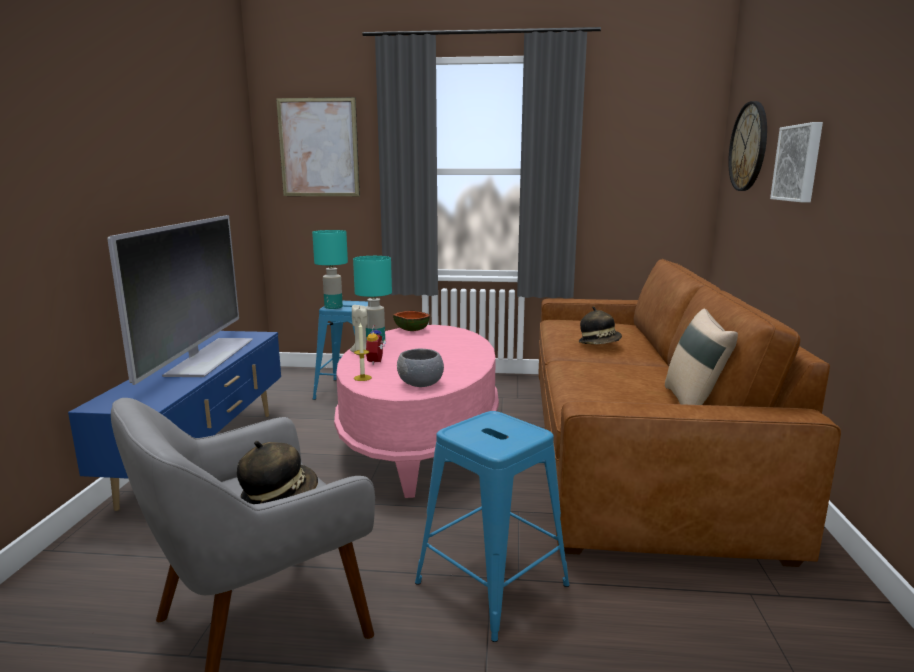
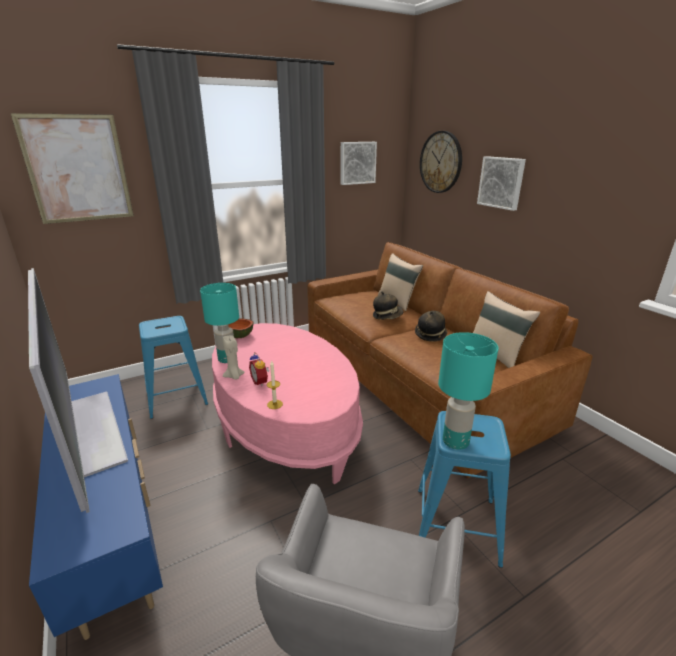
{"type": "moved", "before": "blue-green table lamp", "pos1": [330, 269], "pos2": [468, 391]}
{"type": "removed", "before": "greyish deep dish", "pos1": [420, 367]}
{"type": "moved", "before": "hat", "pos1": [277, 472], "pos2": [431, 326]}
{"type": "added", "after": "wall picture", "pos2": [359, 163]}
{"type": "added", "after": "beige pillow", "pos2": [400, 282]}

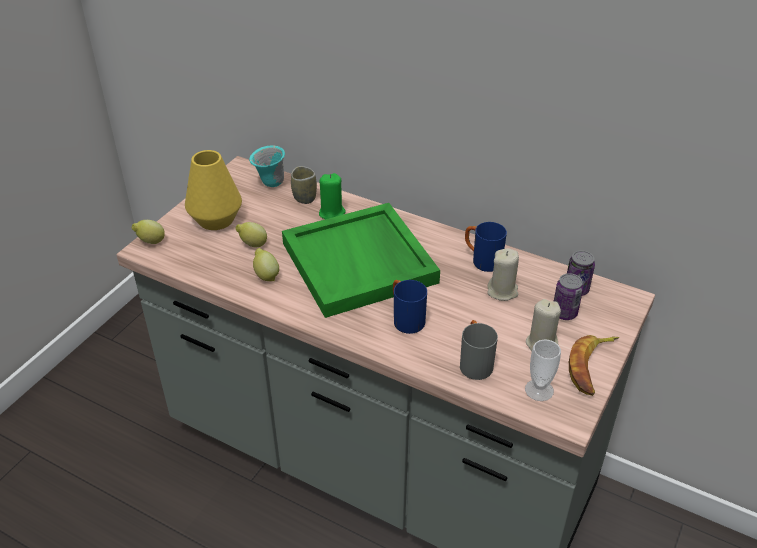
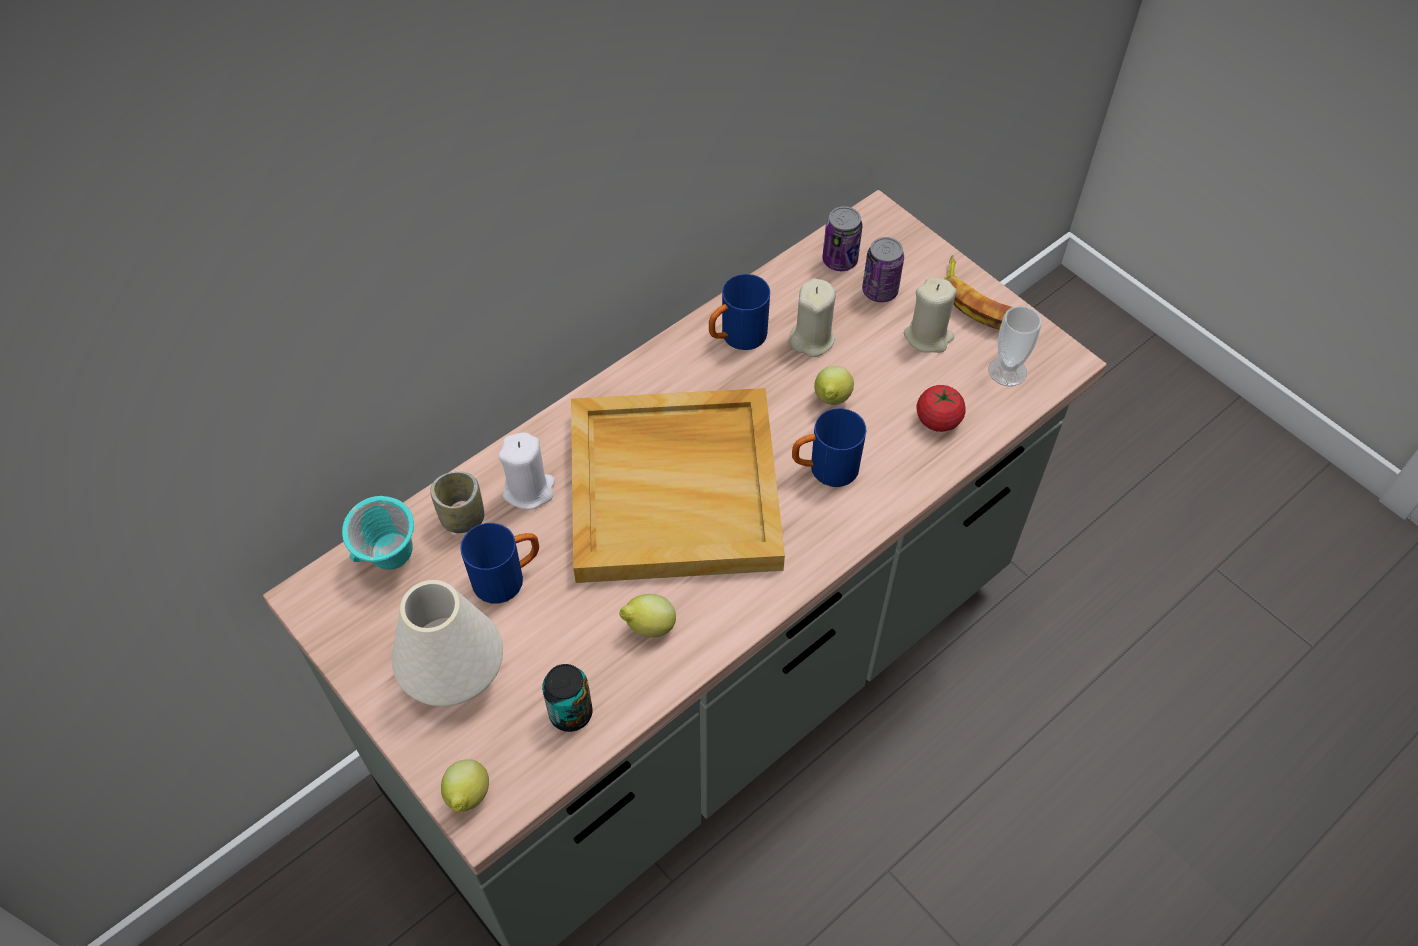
{"type": "recoloured", "before": "yellow decorative vase", "after": "white decorative vase", "pos1": [213, 190], "pos2": [447, 643]}
{"type": "recoloured", "before": "green candle", "after": "white candle", "pos1": [332, 196], "pos2": [526, 471]}
{"type": "recoloured", "before": "green serving tray", "after": "beige serving tray", "pos1": [361, 260], "pos2": [678, 485]}
{"type": "moved", "before": "whole lemon", "pos1": [251, 234], "pos2": [834, 385]}
{"type": "replaced", "before": "greyish tea mug", "after": "whole tomato", "pos1": [479, 350], "pos2": [941, 408]}
{"type": "added", "after": "bluish tea mug", "pos2": [499, 563]}
{"type": "added", "after": "sealed can", "pos2": [567, 698]}

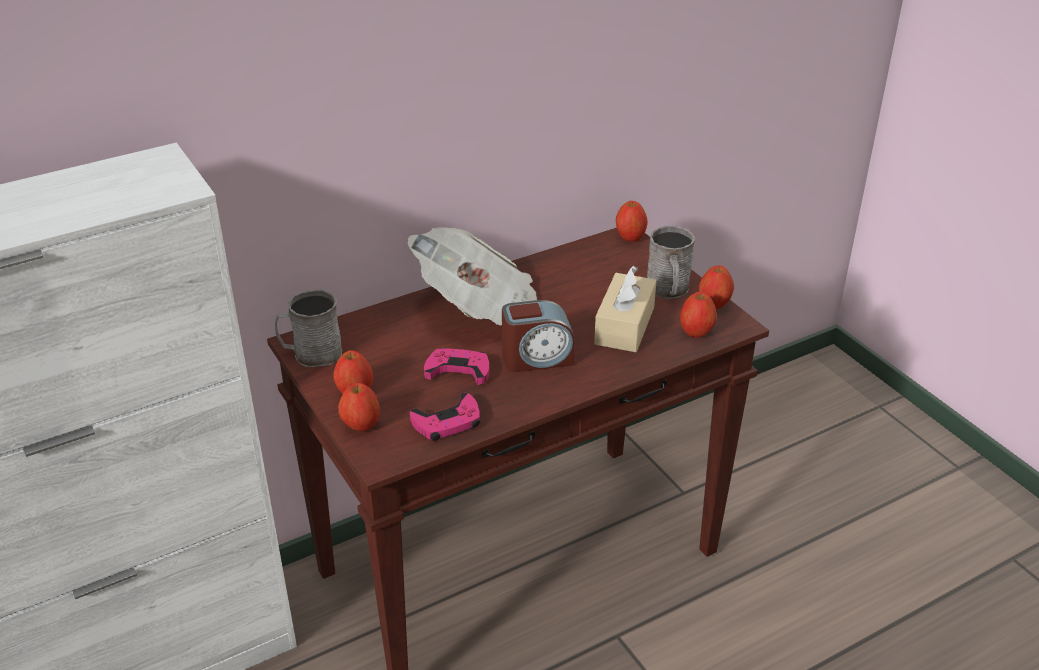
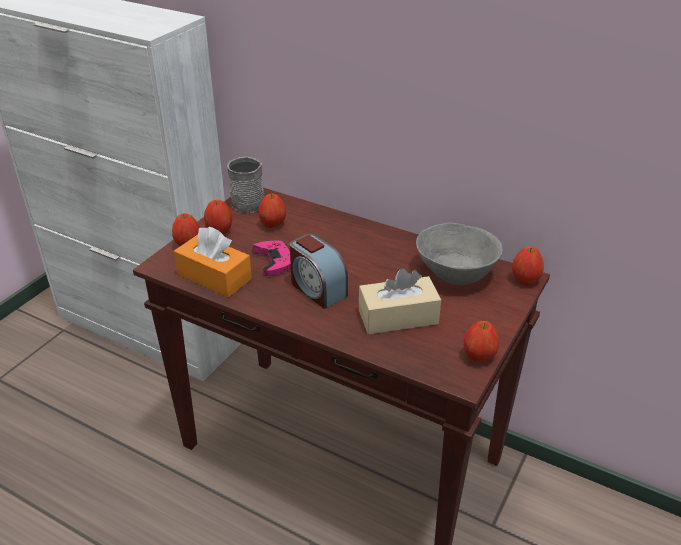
{"type": "removed", "before": "greyish tea mug", "pos1": [671, 262]}
{"type": "removed", "before": "newspaper", "pos1": [472, 276]}
{"type": "moved", "before": "apple", "pos1": [698, 315], "pos2": [272, 211]}
{"type": "replaced", "before": "pink game controller", "after": "orange-coloured box of tissues", "pos1": [445, 417], "pos2": [213, 262]}
{"type": "added", "after": "greyish deep dish", "pos2": [459, 254]}

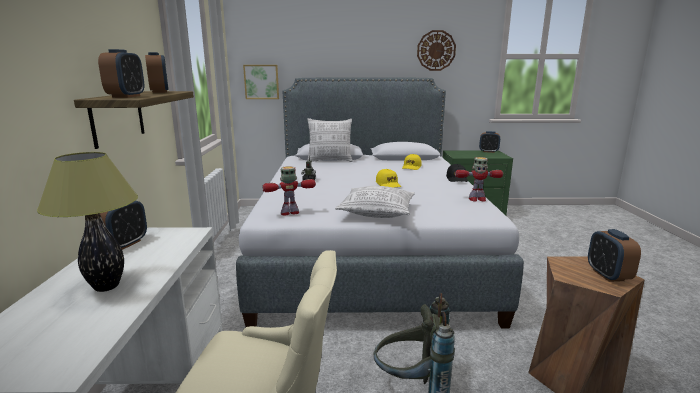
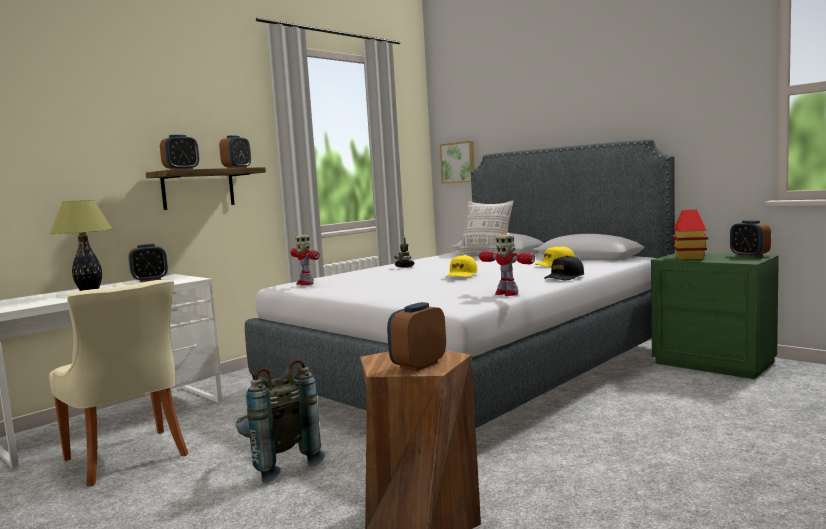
{"type": "removed", "before": "hanging clock", "pos1": [436, 50]}
{"type": "turned", "before": "model robot", "pos1": [289, 191], "pos2": [305, 260], "turn": -150}
{"type": "removed", "before": "pillow", "pos1": [375, 202]}
{"type": "added", "after": "toy house", "pos2": [690, 234]}

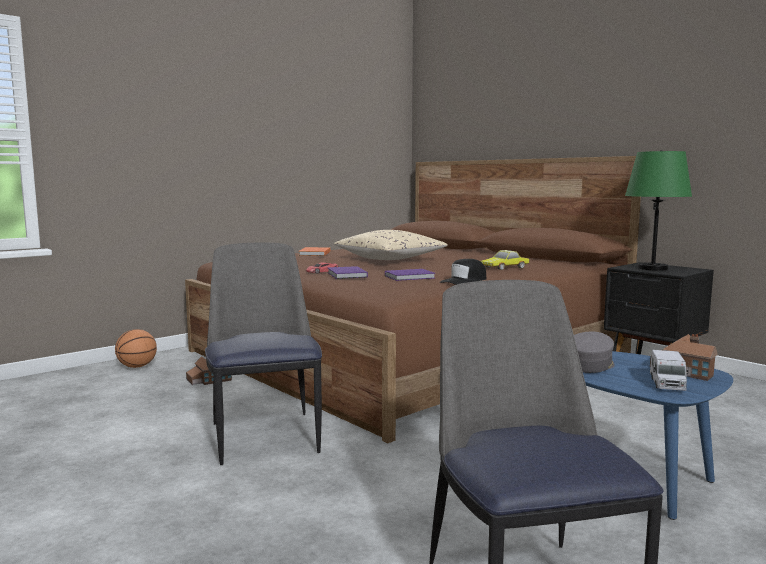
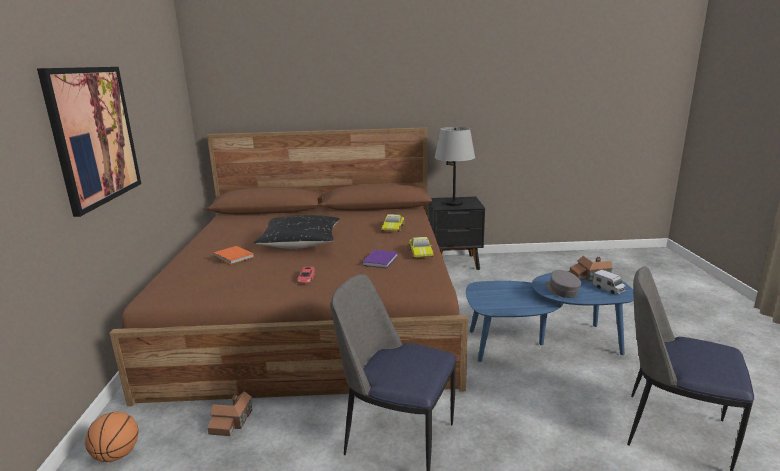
{"type": "recoloured", "before": "green table lamp", "after": "greyish table lamp", "pos1": [658, 210], "pos2": [454, 166]}
{"type": "recoloured", "before": "beige pillow", "after": "blackish pillow", "pos1": [391, 245], "pos2": [296, 232]}
{"type": "replaced", "before": "blackish baseball cap", "after": "model car", "pos1": [463, 272], "pos2": [421, 247]}
{"type": "removed", "before": "purplish volume", "pos1": [347, 272]}
{"type": "added", "after": "wall picture", "pos2": [89, 142]}

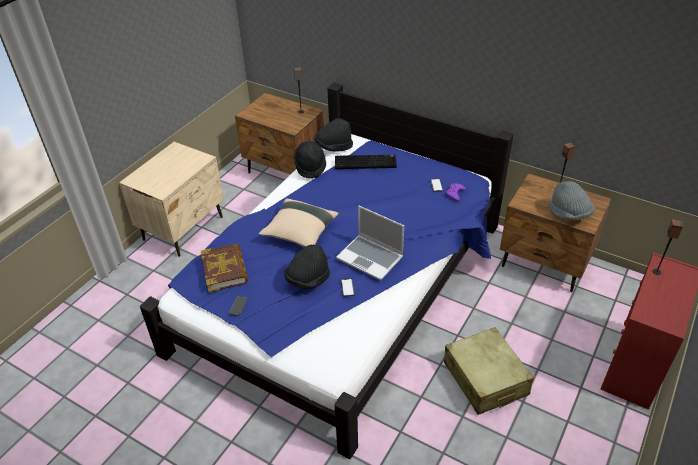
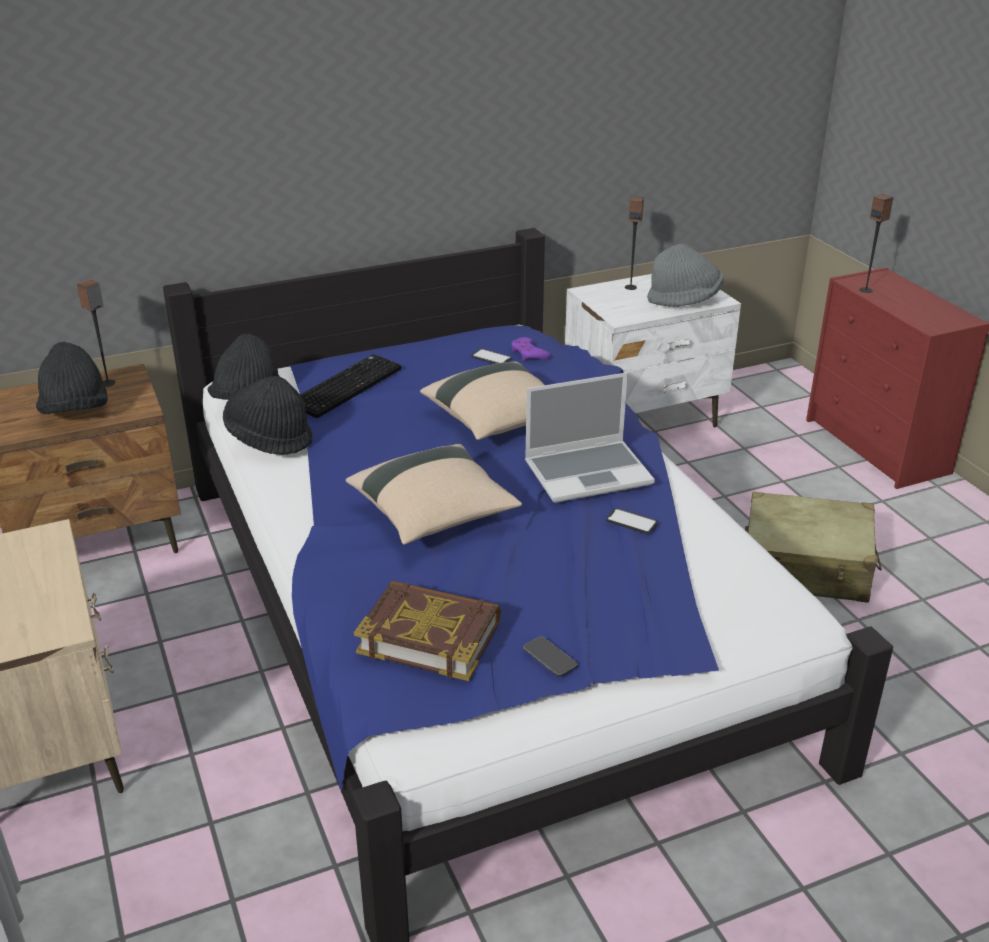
{"type": "recoloured", "before": "brownish bedside table", "after": "white bedside table", "pos1": [555, 232], "pos2": [653, 350]}
{"type": "moved", "before": "blackish hat", "pos1": [307, 266], "pos2": [72, 378]}
{"type": "added", "after": "beige pillow", "pos2": [482, 401]}

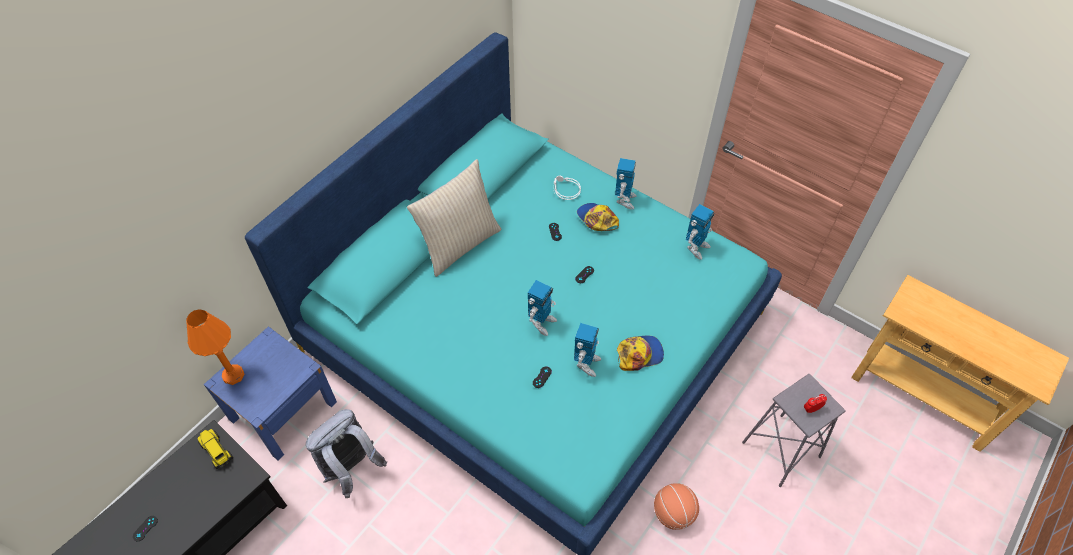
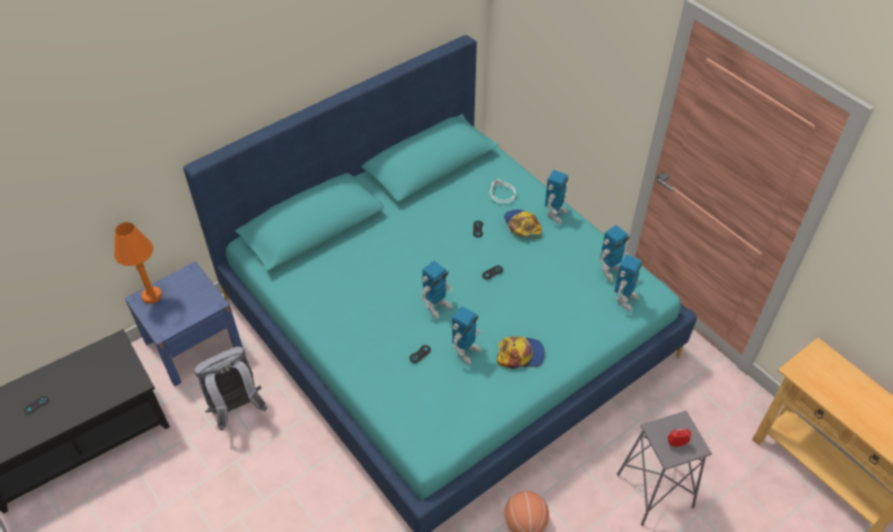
{"type": "removed", "before": "beige pillow", "pos1": [454, 218]}
{"type": "removed", "before": "toy truck", "pos1": [215, 449]}
{"type": "added", "after": "model robot", "pos2": [628, 282]}

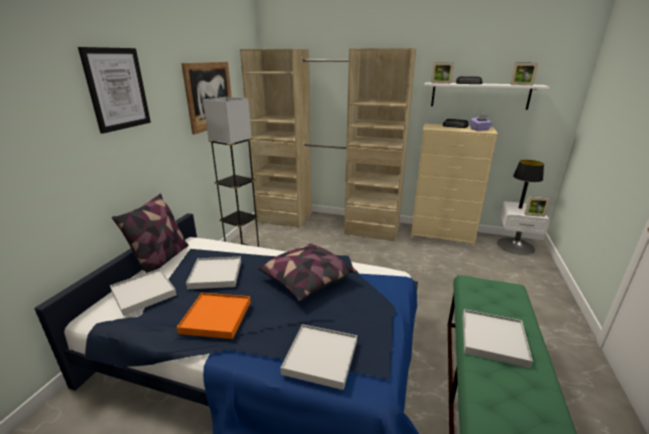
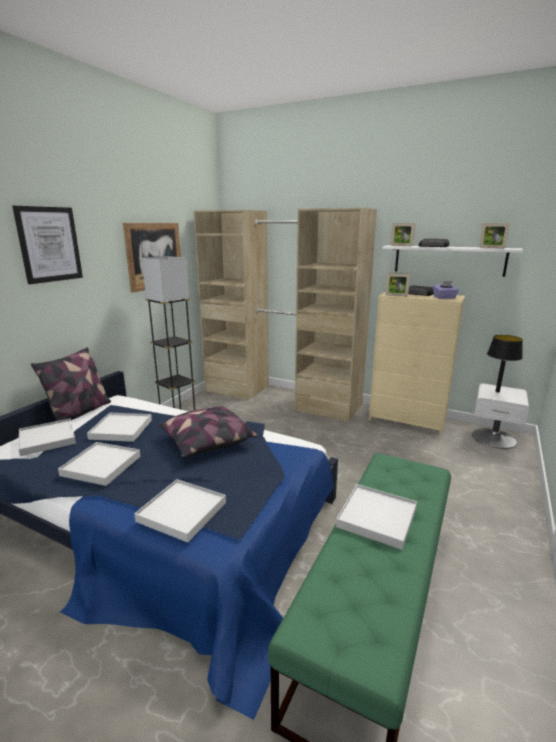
{"type": "moved", "before": "picture frame", "pos1": [537, 207], "pos2": [397, 285]}
{"type": "recoloured", "before": "orange-coloured serving tray", "after": "white serving tray", "pos1": [214, 316], "pos2": [99, 464]}

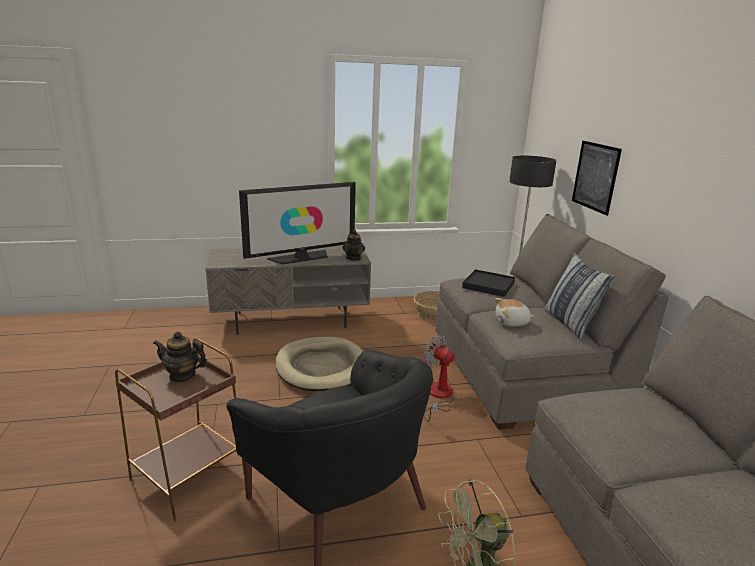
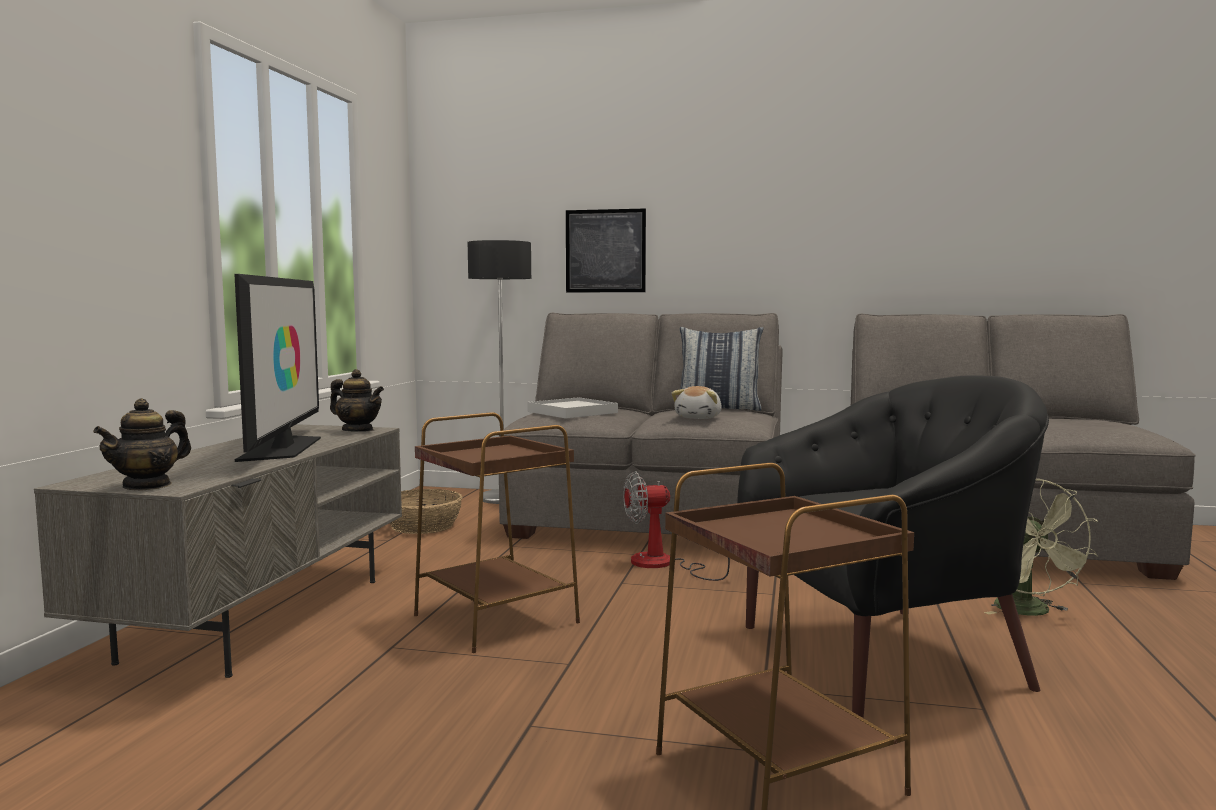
{"type": "recoloured", "before": "blackish serving tray", "after": "white serving tray", "pos1": [488, 283], "pos2": [572, 408]}
{"type": "moved", "before": "pot for tea", "pos1": [180, 356], "pos2": [142, 444]}
{"type": "replaced", "before": "beige dog cushion", "after": "brownish end table", "pos1": [319, 364], "pos2": [497, 532]}

